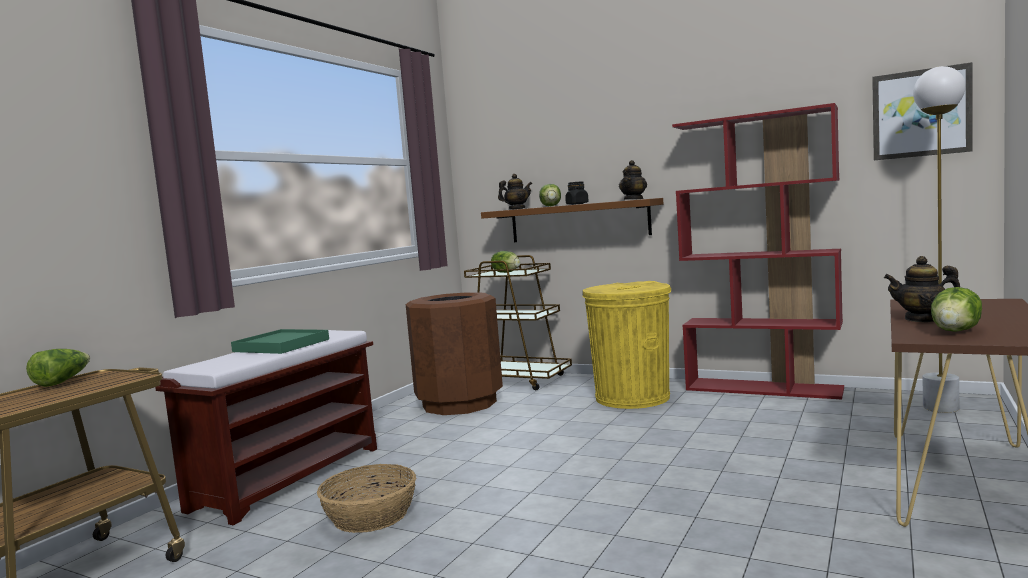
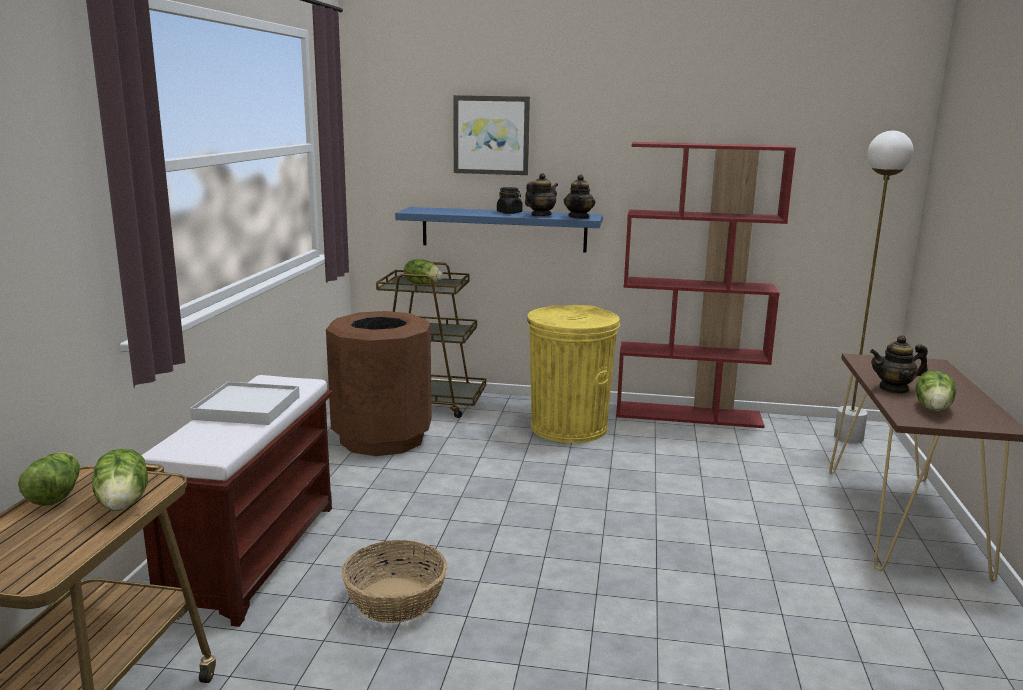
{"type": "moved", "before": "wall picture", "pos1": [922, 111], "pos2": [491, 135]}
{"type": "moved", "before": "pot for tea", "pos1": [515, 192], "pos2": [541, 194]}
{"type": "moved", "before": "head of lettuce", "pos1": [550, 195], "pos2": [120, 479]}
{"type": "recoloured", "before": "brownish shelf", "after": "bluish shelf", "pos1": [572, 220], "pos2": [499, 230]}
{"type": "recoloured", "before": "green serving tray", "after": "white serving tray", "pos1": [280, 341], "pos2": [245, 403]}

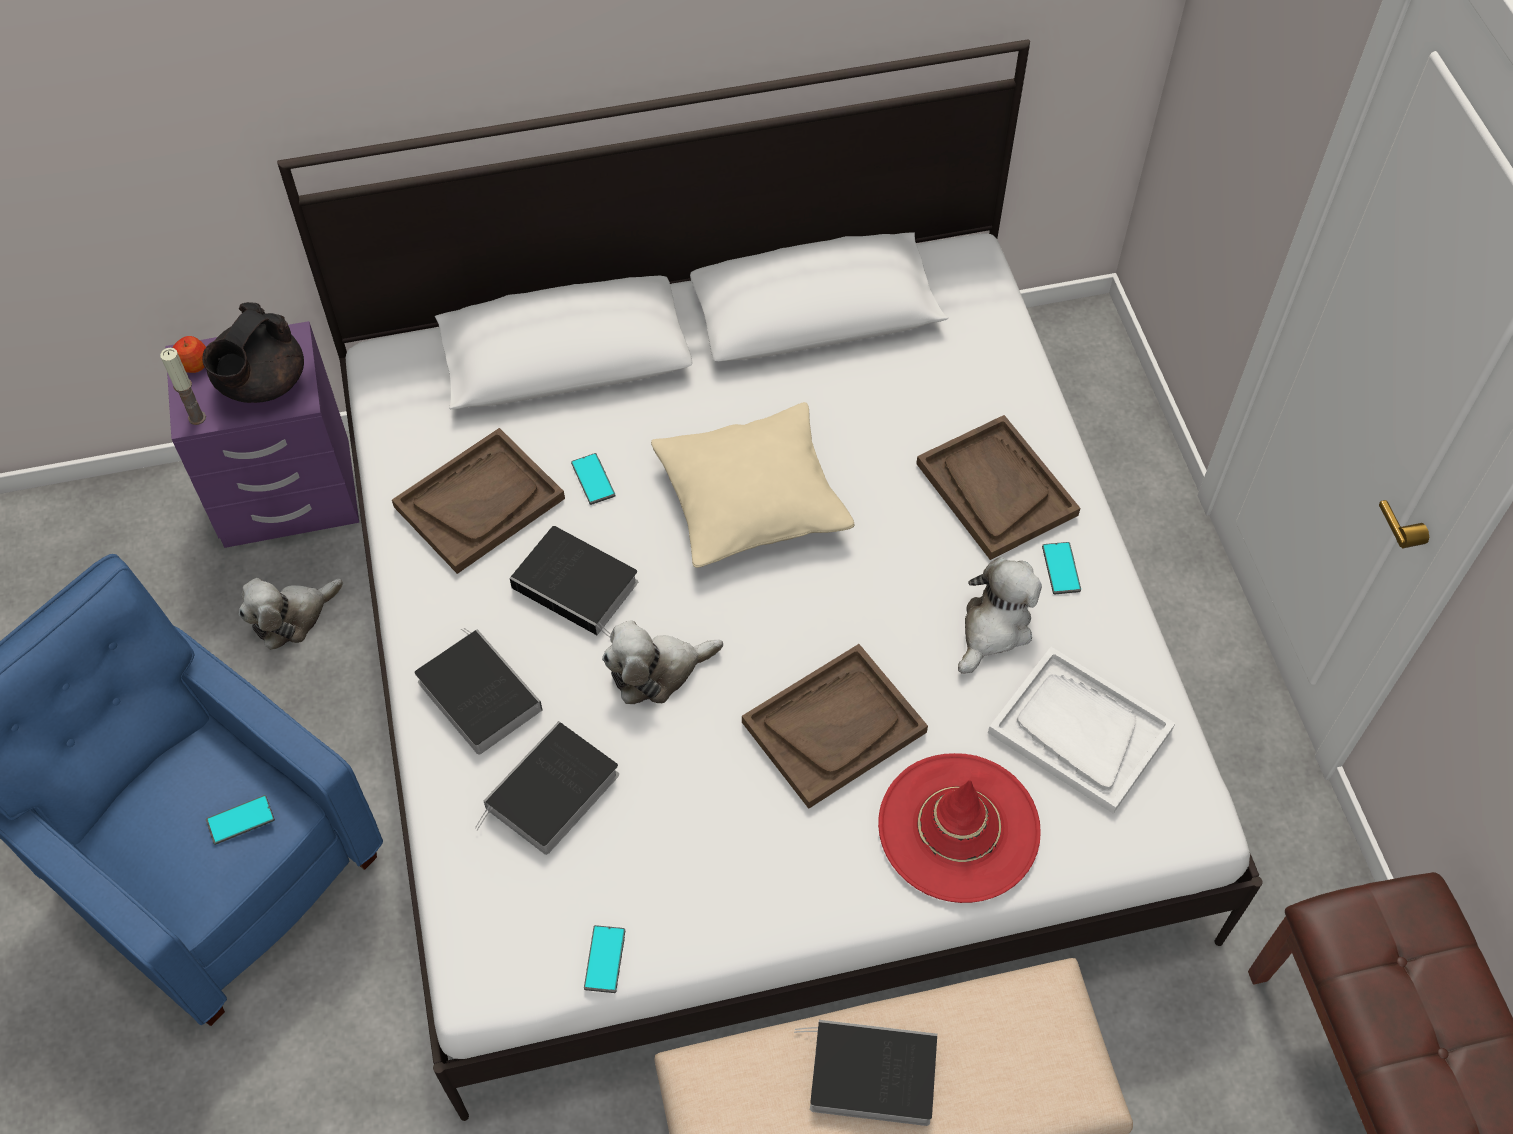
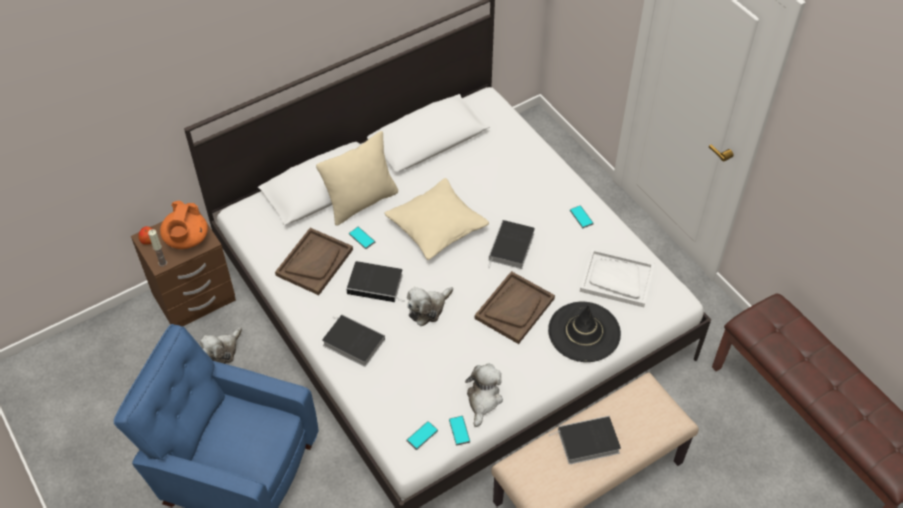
{"type": "recoloured", "before": "blackish pot for tea", "after": "orange-coloured pot for tea", "pos1": [253, 352], "pos2": [184, 225]}
{"type": "recoloured", "before": "purplish bedside table", "after": "brownish bedside table", "pos1": [262, 434], "pos2": [183, 269]}
{"type": "removed", "before": "brownish serving tray", "pos1": [998, 487]}
{"type": "moved", "before": "cuddly toy", "pos1": [1000, 615], "pos2": [484, 395]}
{"type": "moved", "before": "volume", "pos1": [547, 788], "pos2": [511, 244]}
{"type": "recoloured", "before": "red-coloured hat", "after": "blackish hat", "pos1": [959, 828], "pos2": [584, 332]}
{"type": "moved", "before": "phone", "pos1": [240, 820], "pos2": [422, 435]}
{"type": "added", "after": "beige pillow", "pos2": [357, 178]}

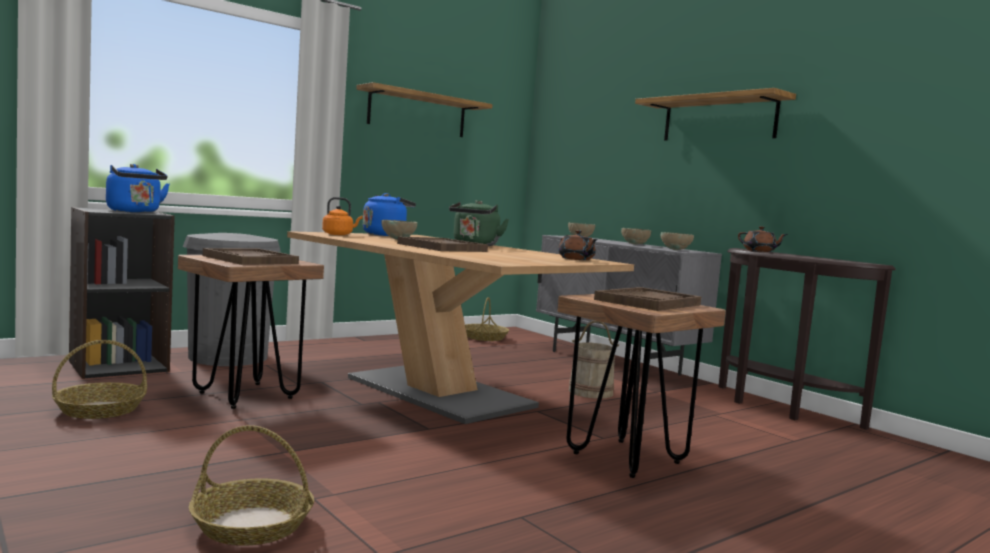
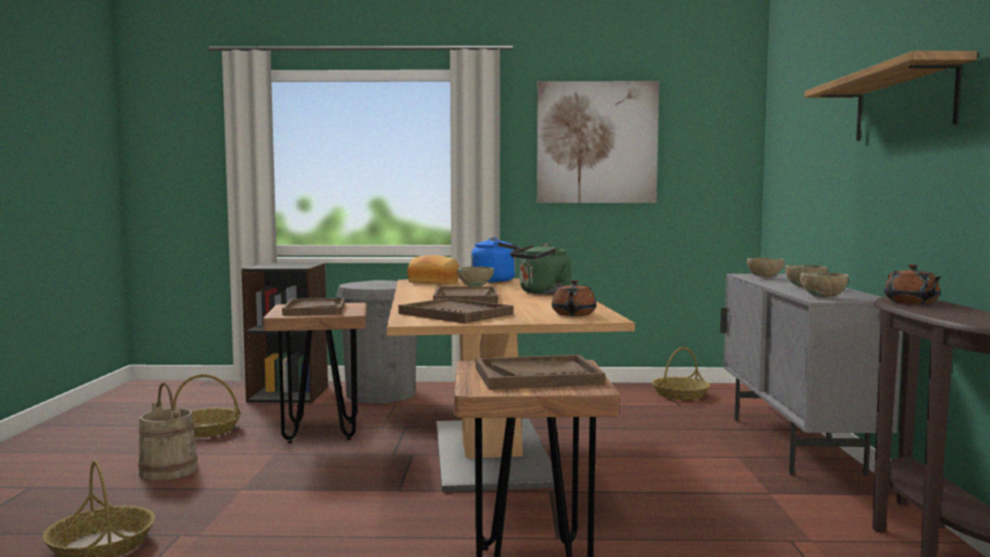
{"type": "replaced", "before": "shelf", "after": "wall picture", "pos1": [424, 109], "pos2": [598, 142]}
{"type": "removed", "before": "bluish kettle", "pos1": [138, 188]}
{"type": "replaced", "before": "orange-coloured kettle", "after": "baked bread", "pos1": [342, 216], "pos2": [433, 269]}
{"type": "moved", "before": "beige water bucket", "pos1": [594, 360], "pos2": [168, 431]}
{"type": "added", "after": "brownish serving tray", "pos2": [455, 310]}

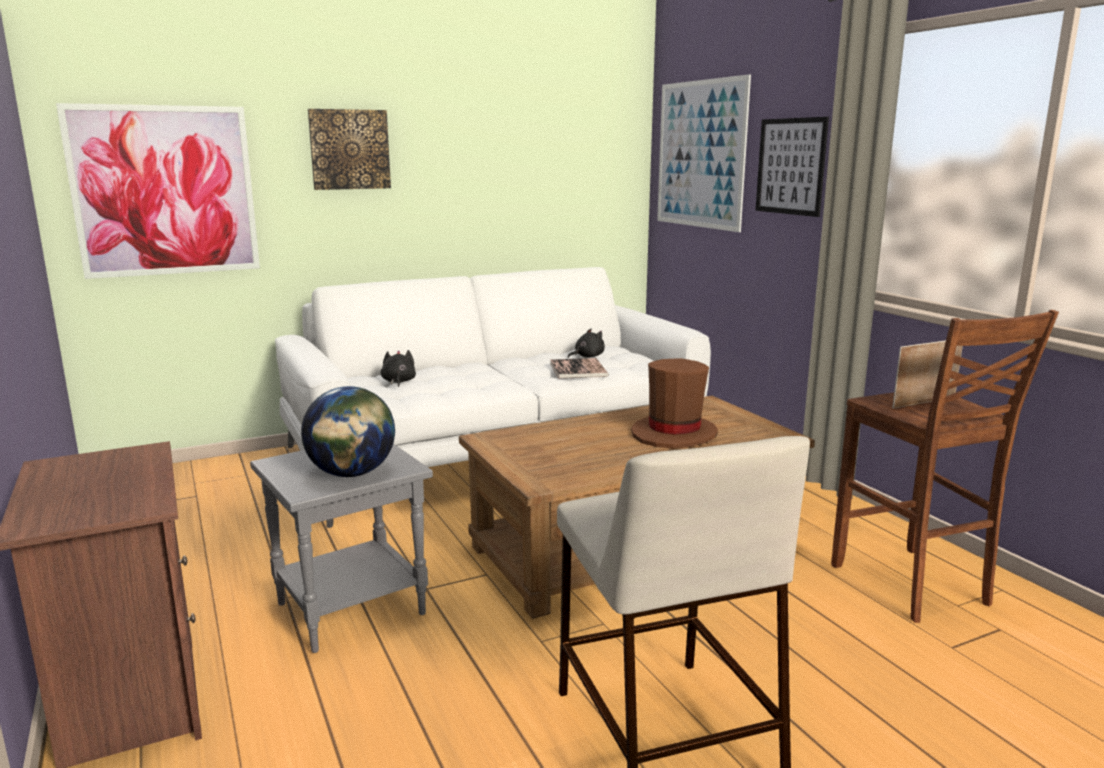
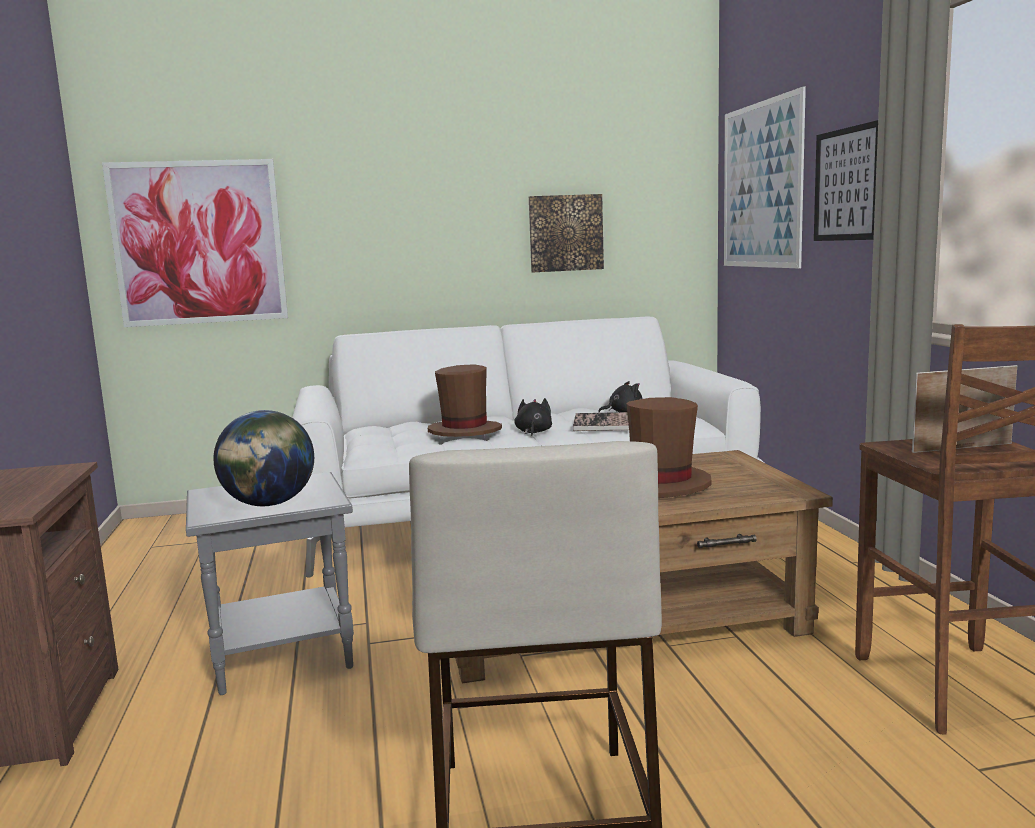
{"type": "moved", "before": "wall picture", "pos1": [349, 149], "pos2": [566, 233]}
{"type": "moved", "before": "blackish cuddly toy", "pos1": [398, 368], "pos2": [533, 417]}
{"type": "added", "after": "brownish hat", "pos2": [465, 400]}

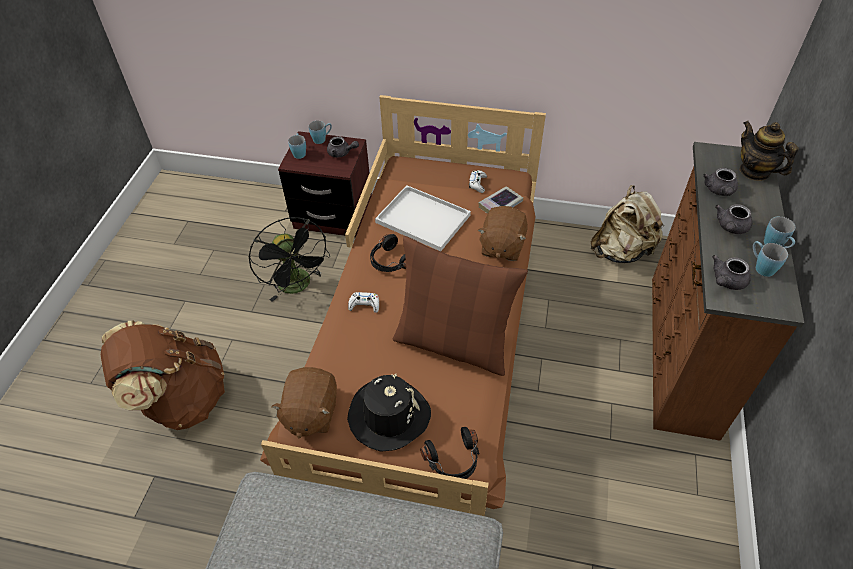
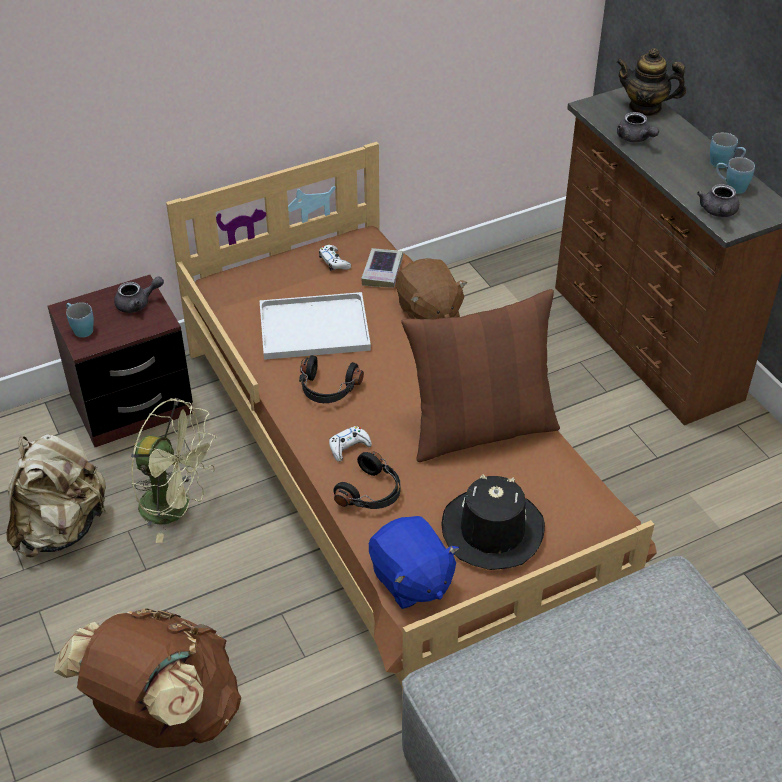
{"type": "removed", "before": "bluish tea mug", "pos1": [320, 132]}
{"type": "moved", "before": "beige rucksack", "pos1": [628, 224], "pos2": [56, 495]}
{"type": "removed", "before": "greyish pot for tea", "pos1": [733, 219]}
{"type": "recoloured", "before": "blackish cooling fan", "after": "green cooling fan", "pos1": [289, 259], "pos2": [174, 470]}
{"type": "recoloured", "before": "brownish cuddly toy", "after": "bluish cuddly toy", "pos1": [304, 402], "pos2": [414, 562]}
{"type": "moved", "before": "blackish pair of headphones", "pos1": [450, 453], "pos2": [367, 480]}

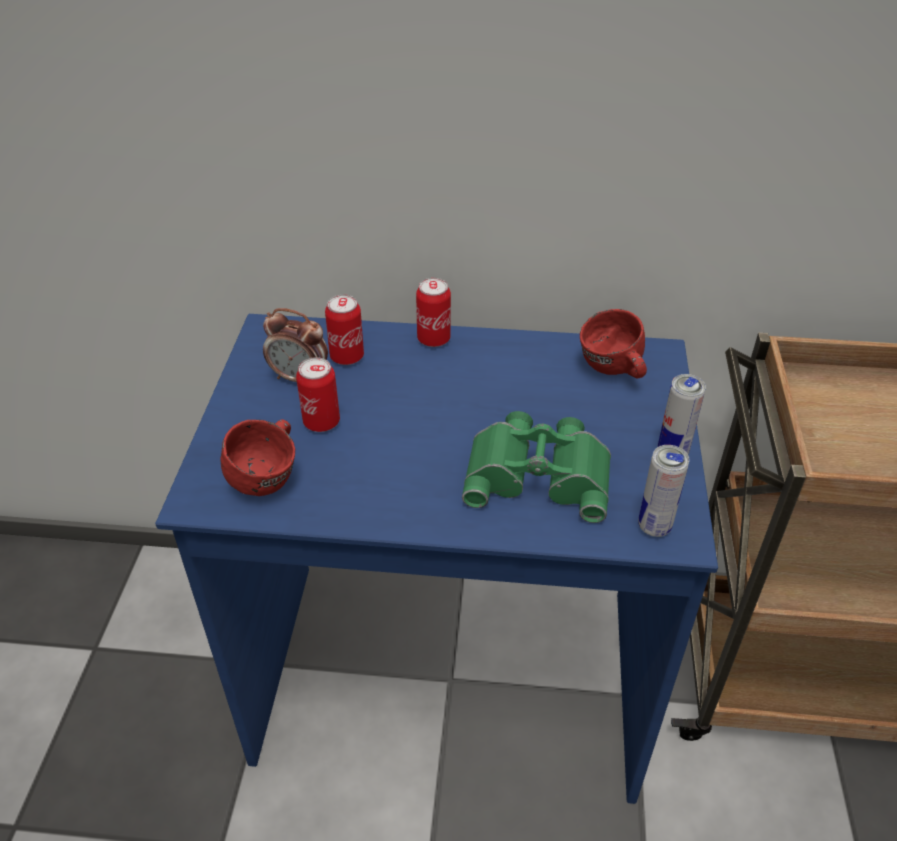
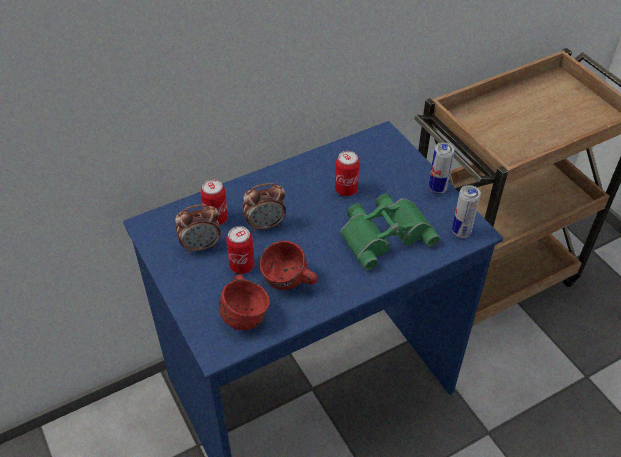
{"type": "moved", "before": "sealed can", "pos1": [433, 312], "pos2": [347, 173]}
{"type": "moved", "before": "red-coloured tea mug", "pos1": [613, 343], "pos2": [289, 265]}
{"type": "added", "after": "alarm clock", "pos2": [264, 207]}

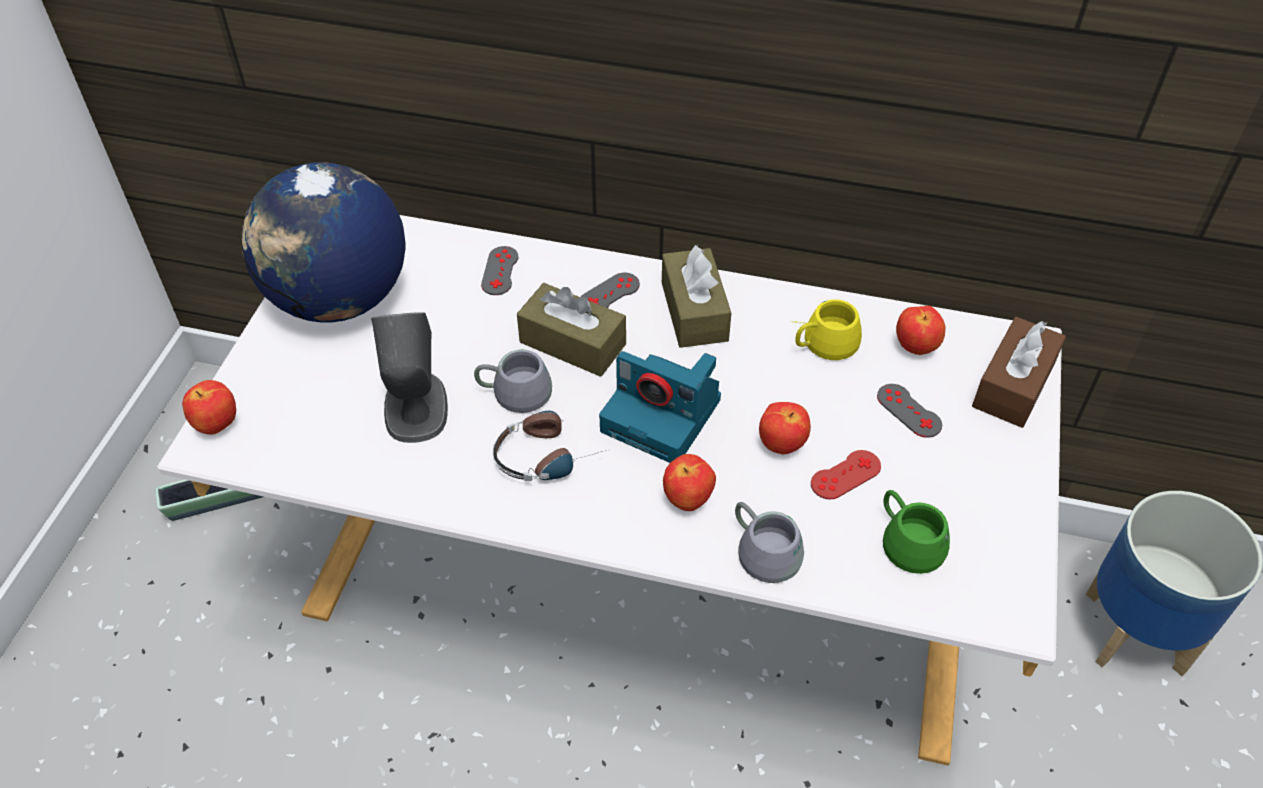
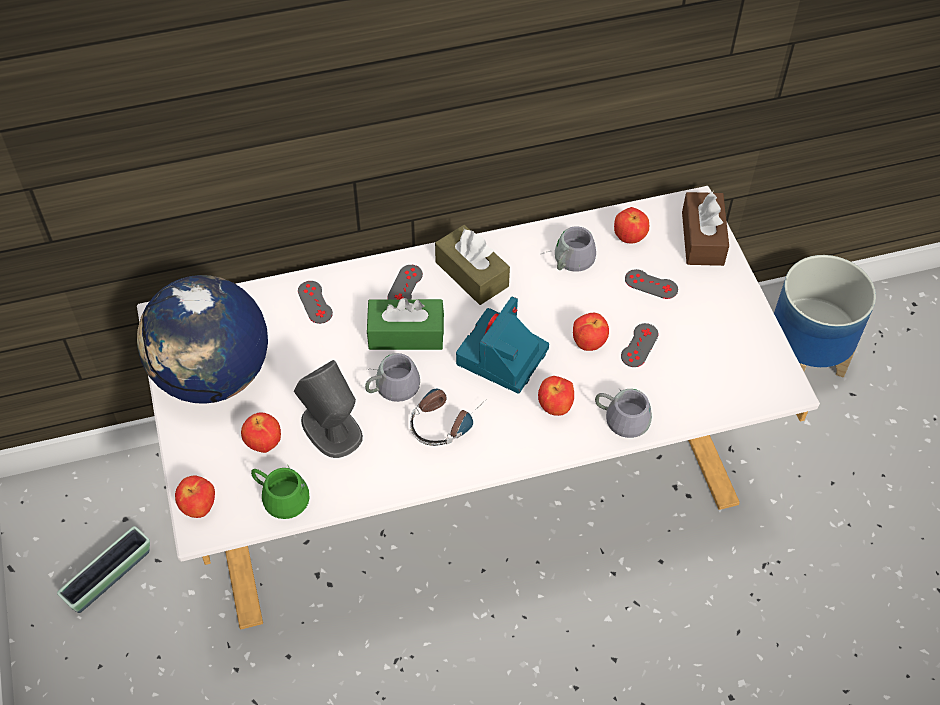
{"type": "recoloured", "before": "brownish box of tissues", "after": "green box of tissues", "pos1": [571, 330], "pos2": [405, 324]}
{"type": "recoloured", "before": "yellow tea mug", "after": "greyish tea mug", "pos1": [826, 329], "pos2": [568, 249]}
{"type": "turned", "before": "photo camera", "pos1": [660, 407], "pos2": [502, 344], "turn": 120}
{"type": "recoloured", "before": "red-coloured game controller", "after": "greyish game controller", "pos1": [846, 475], "pos2": [640, 345]}
{"type": "moved", "before": "green tea mug", "pos1": [916, 532], "pos2": [280, 491]}
{"type": "added", "after": "apple", "pos2": [261, 432]}

